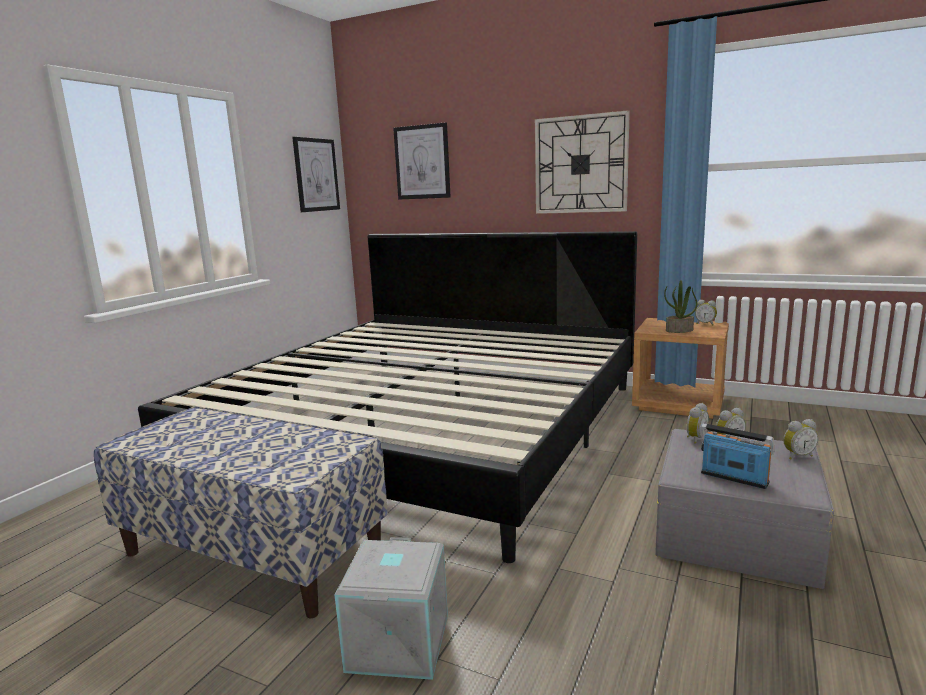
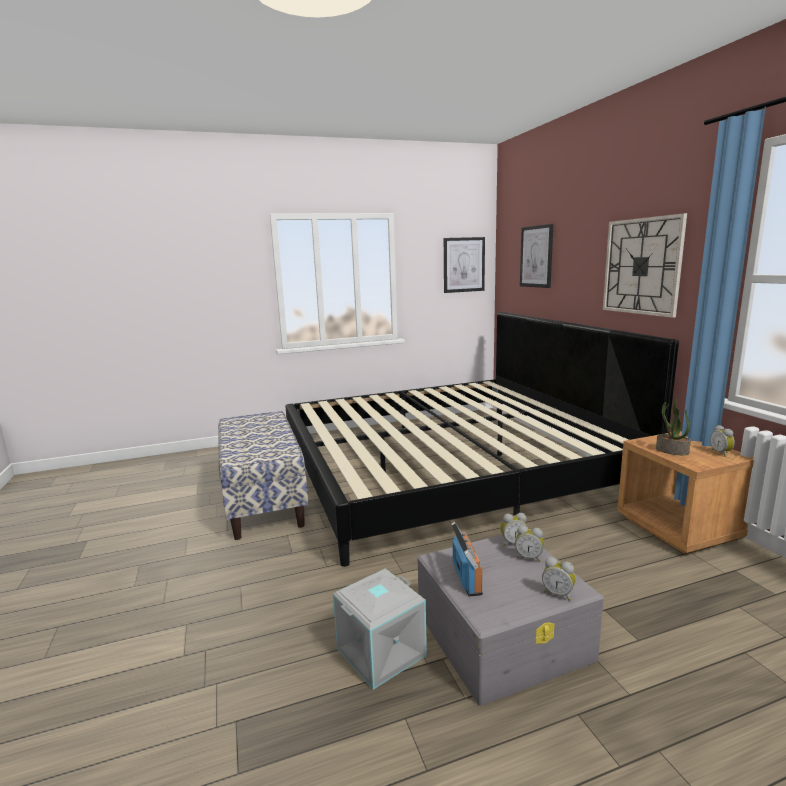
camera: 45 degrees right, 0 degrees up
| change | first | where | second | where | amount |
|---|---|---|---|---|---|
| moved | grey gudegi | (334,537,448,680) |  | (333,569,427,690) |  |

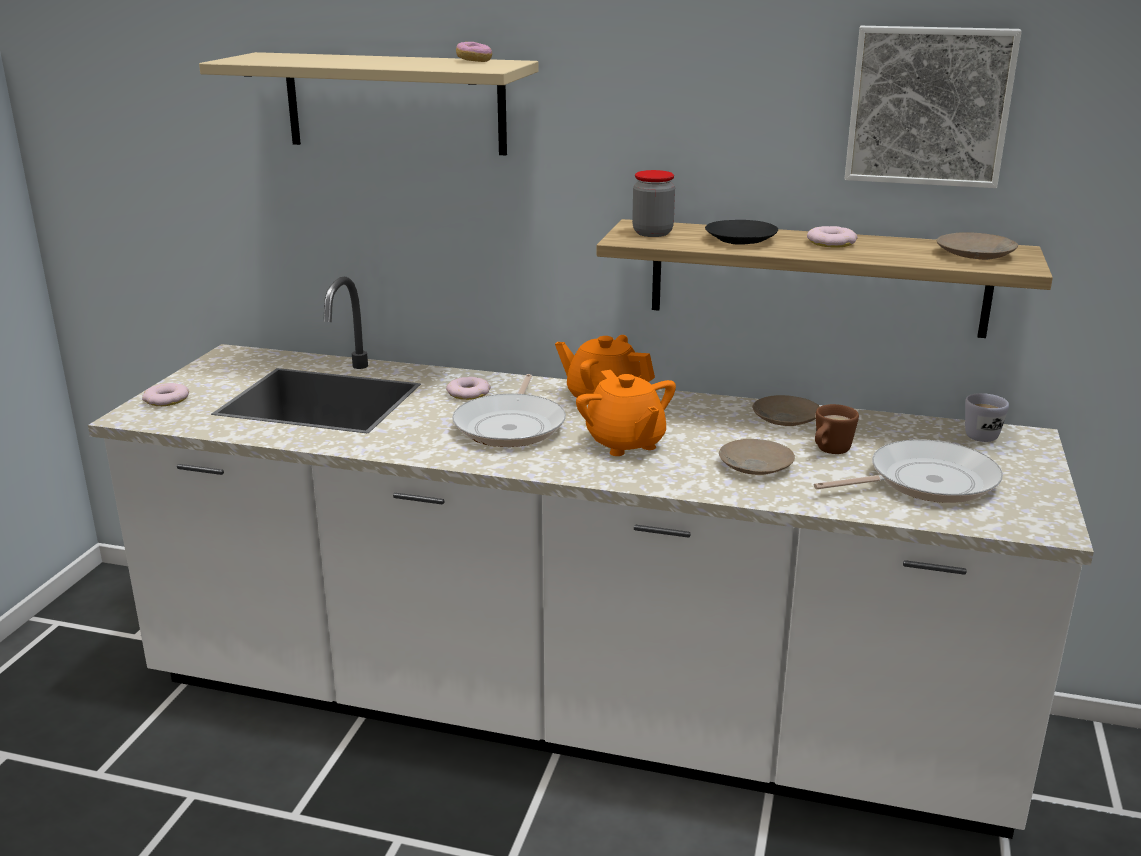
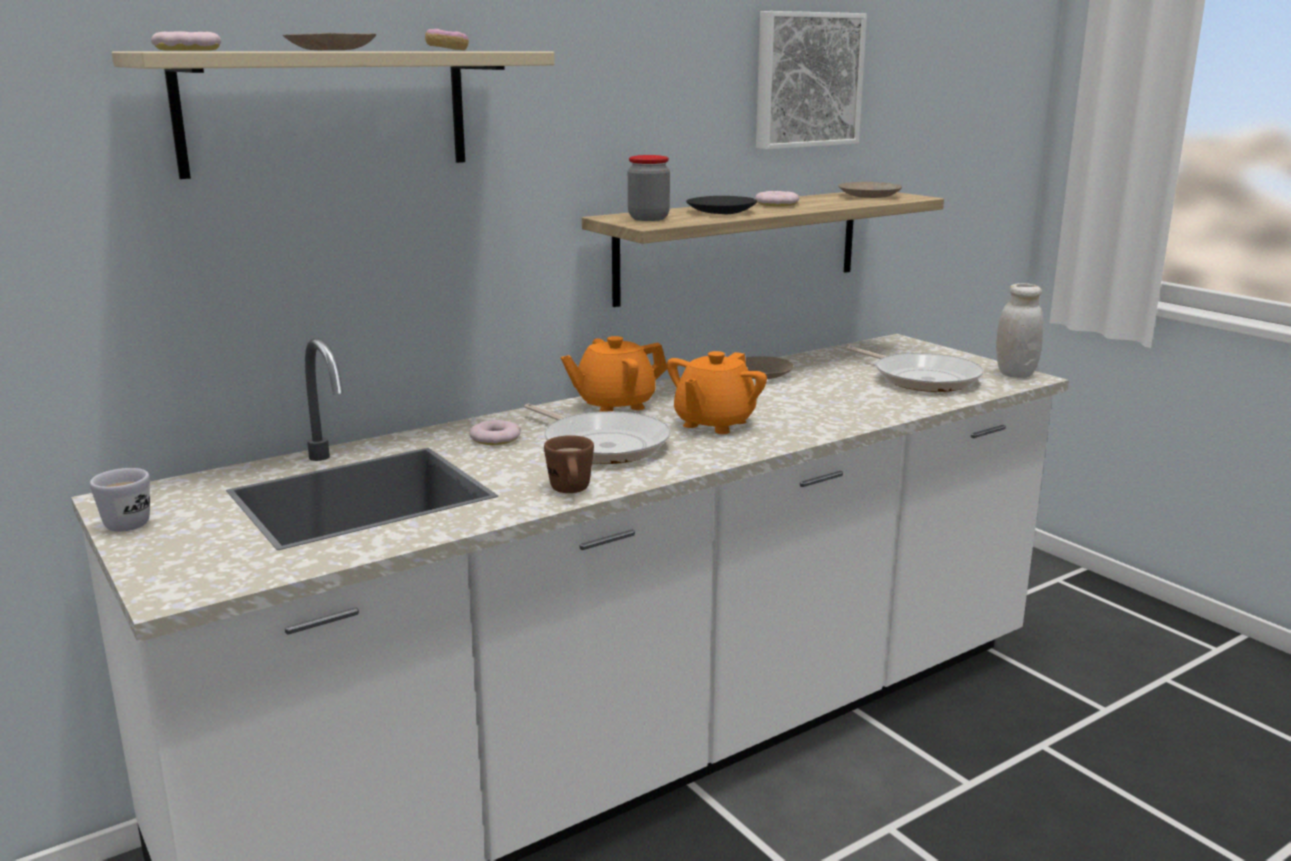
camera: 50 degrees left, 5 degrees down
| change | first | where | second | where | amount |
|---|---|---|---|---|---|
| moved | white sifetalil | (965,393,1009,442) |  | (90,468,150,532) |  |
| moved | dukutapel | (142,383,189,406) |  | (151,32,221,50) |  |
| moved | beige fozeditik | (719,439,795,475) |  | (283,33,376,50) |  |
| moved | brown sifetalil | (815,404,859,454) |  | (544,435,594,493) |  |
| turned | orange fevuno | (576,370,676,456) |  | (667,351,767,434) | 105 degrees clockwise |
| turned | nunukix | (814,439,1003,503) |  | (846,346,984,392) | 120 degrees clockwise |
| added |  |  | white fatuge | (996,283,1043,378) |  |

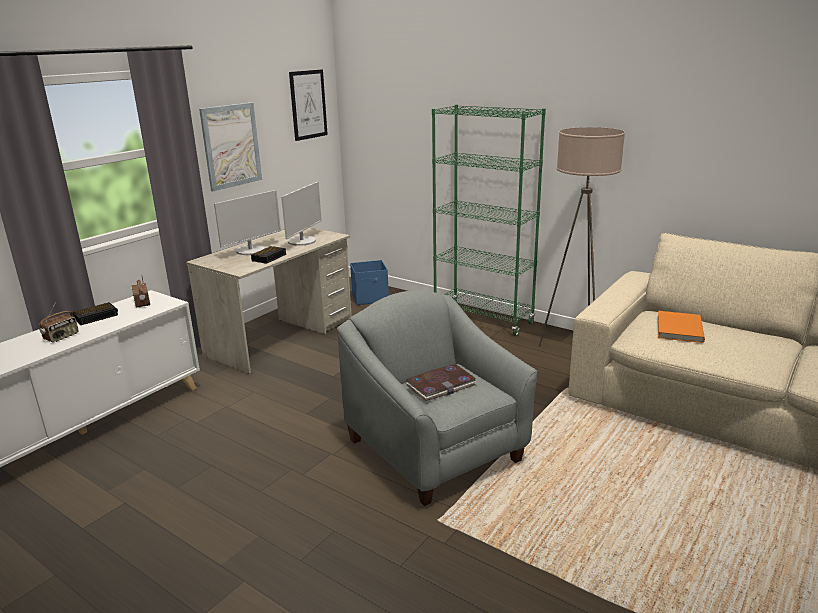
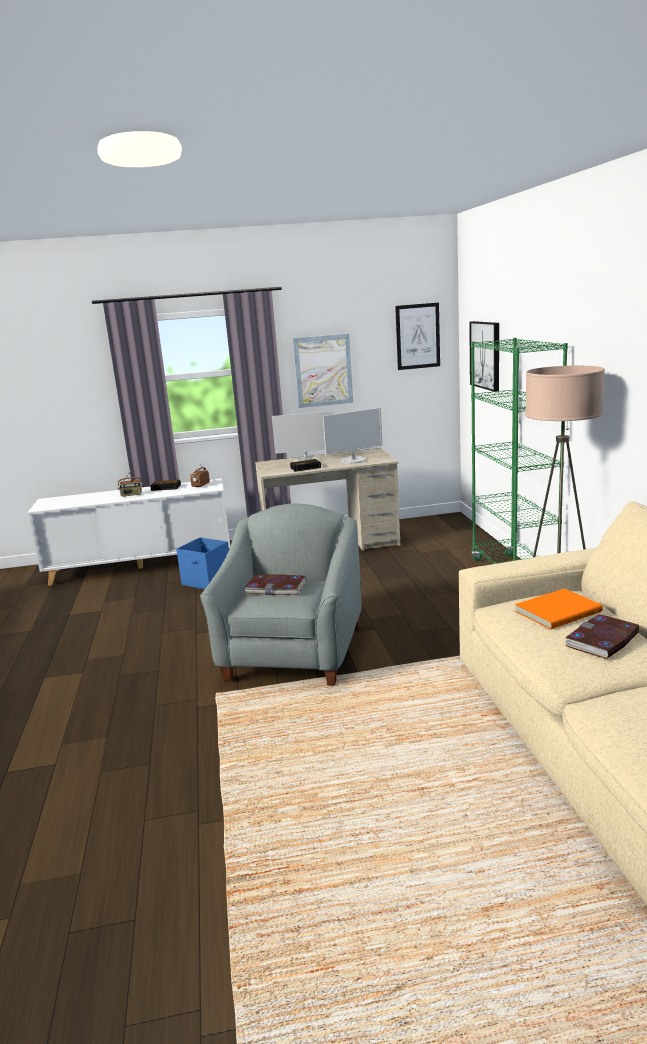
camera: 45 degrees right, 5 degrees down
| change | first | where | second | where | amount |
|---|---|---|---|---|---|
| moved | blue gudegi | (350,260,389,305) |  | (176,537,229,589) |  |
| added |  |  | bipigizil | (469,321,499,392) |  |
| added |  |  | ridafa | (564,614,639,659) |  |

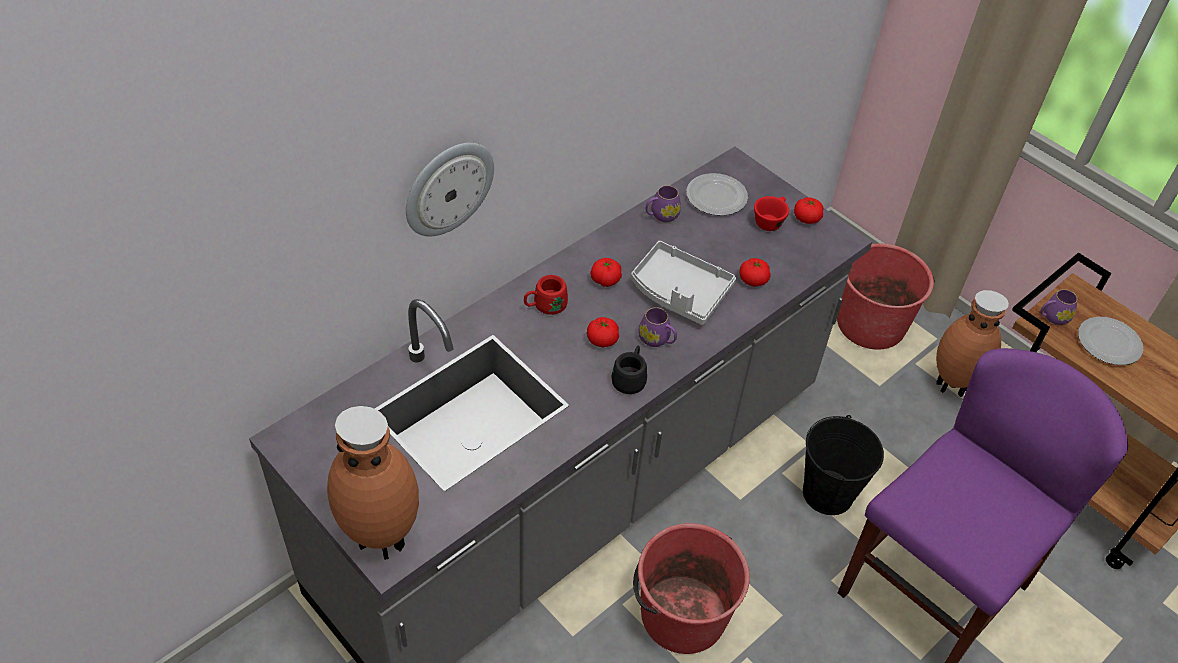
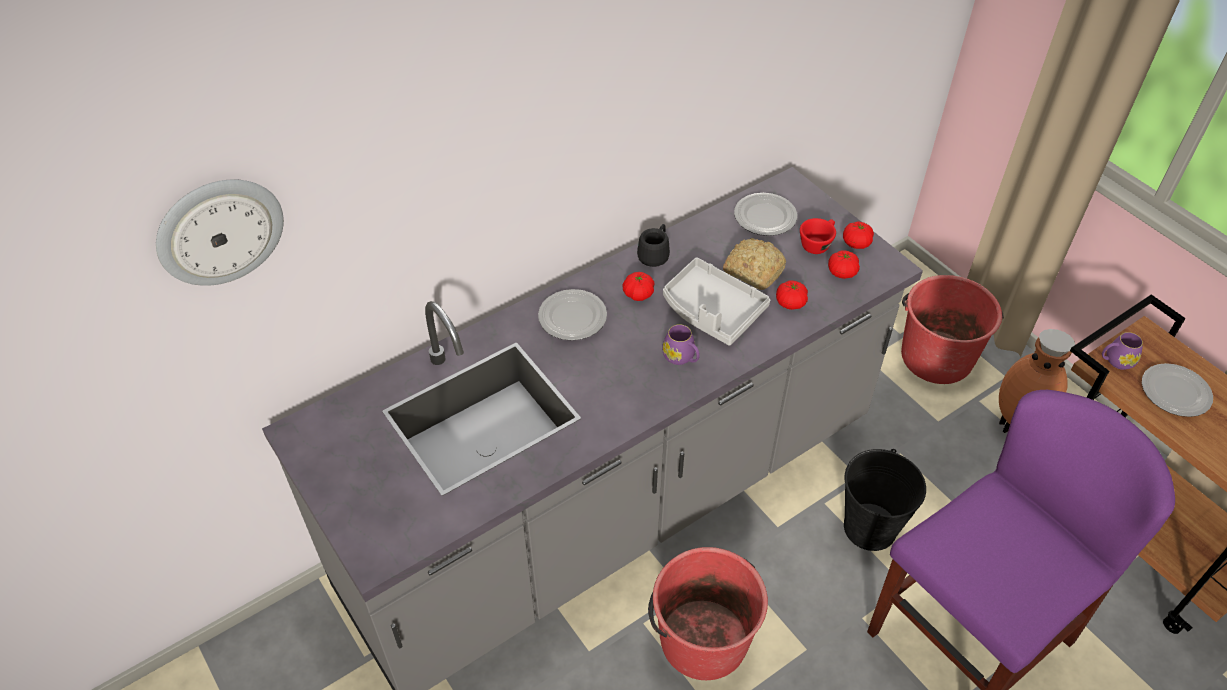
camera: 10 degrees right, 0 degrees up
| change | first | where | second | where | amount |
|---|---|---|---|---|---|
| moved | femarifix | (406,143,494,236) |  | (156,179,284,286) |  |
| replaced | red sifetalil | (524,275,568,315) | fozeditik | (538,289,607,341) |  |
| moved | black sifetalil | (611,346,647,394) |  | (637,224,670,267) |  |
| added |  |  | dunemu | (723,238,786,290) |  |
| moved | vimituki | (587,317,619,348) |  | (828,250,860,279) |  |
| removed | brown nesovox | (327,406,419,560) |  |  |  |
| removed | purple sifetalil | (646,185,681,222) |  |  |  |

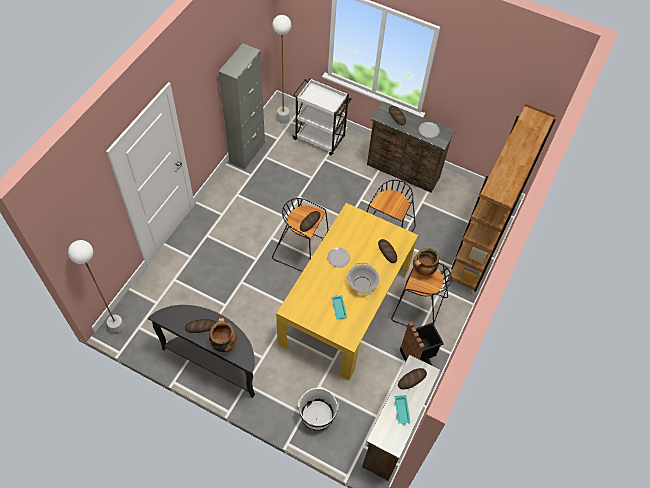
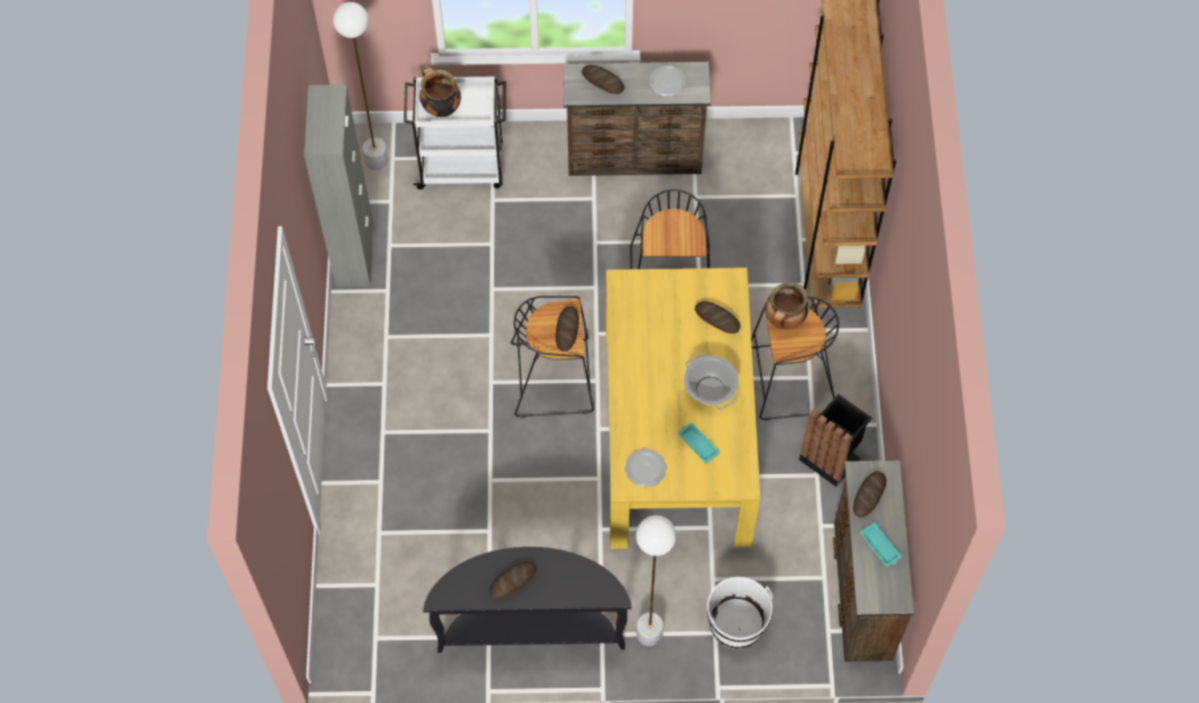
camera: 25 degrees left, 5 degrees up
| change | first | where | second | where | amount |
|---|---|---|---|---|---|
| moved | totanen | (209,318,237,352) |  | (420,67,461,117) |  |
| moved | fozeditik | (327,247,351,268) |  | (625,449,667,487) |  |
| moved | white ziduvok | (68,240,125,334) |  | (636,515,676,646) |  |

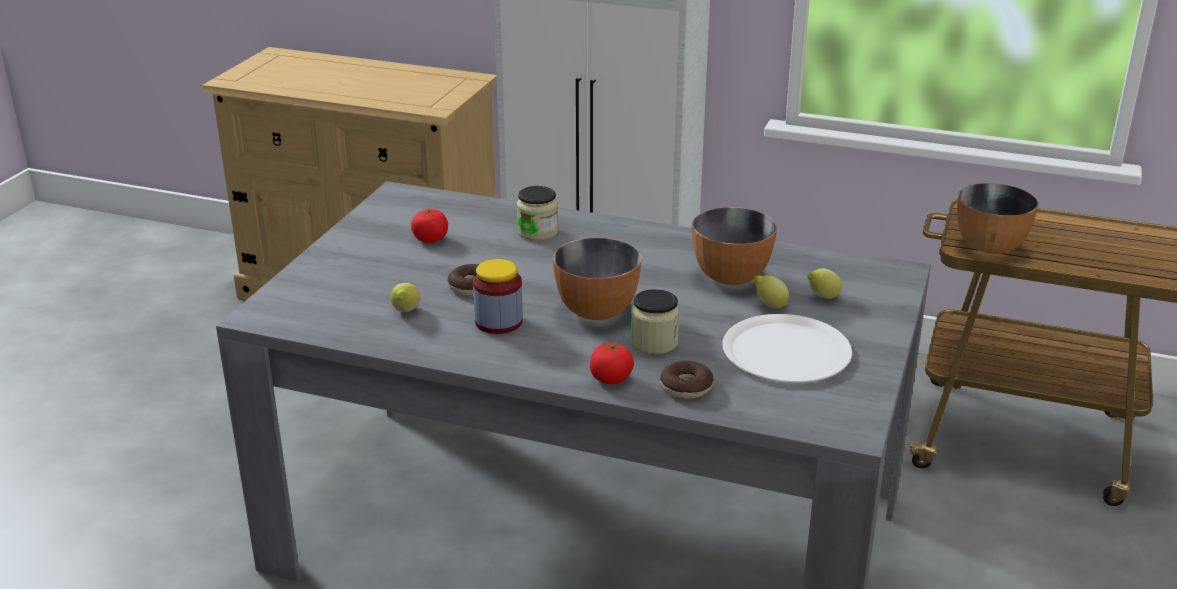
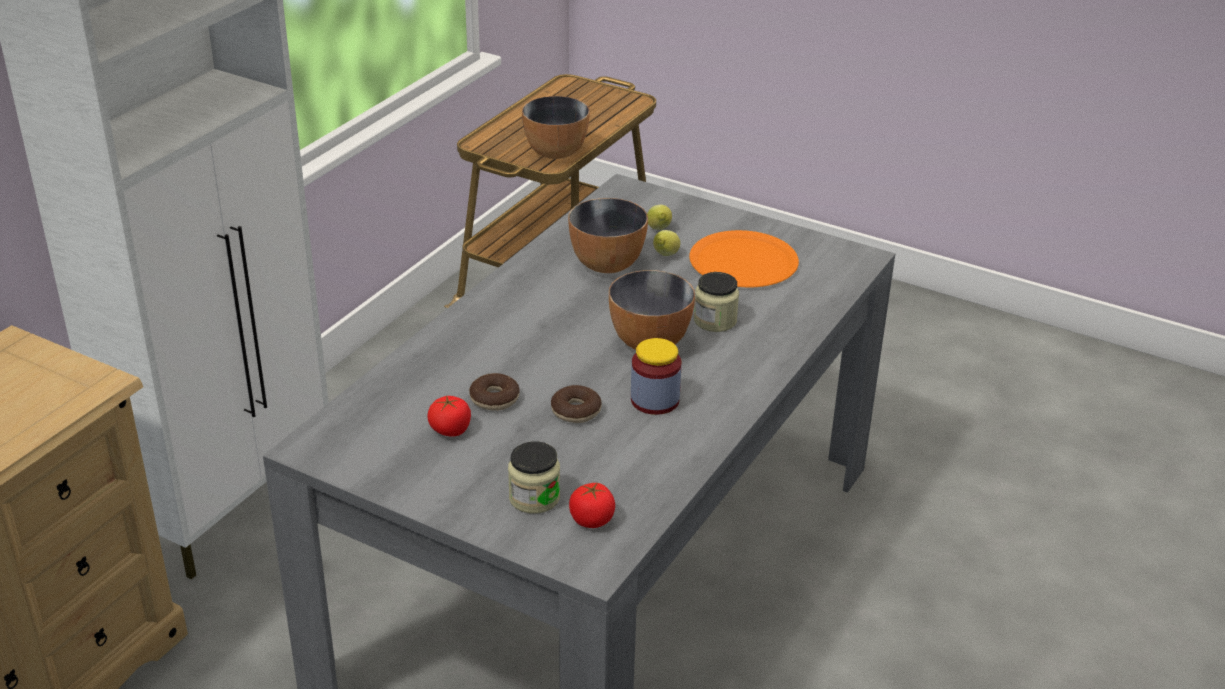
camera: 80 degrees left, 5 degrees up
| change | first | where | second | where | amount |
|---|---|---|---|---|---|
| moved | dukutapel | (660,360,714,399) |  | (469,373,520,411) |  |
| moved | fatuge | (517,186,558,241) |  | (508,441,560,514) |  |
| moved | vimituki | (590,343,634,384) |  | (569,483,615,528) |  |
| recoloured | white fozeditik | (722,314,852,382) | orange fozeditik | (689,230,799,287) |  |
| removed | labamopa | (391,283,420,312) |  |  |  |

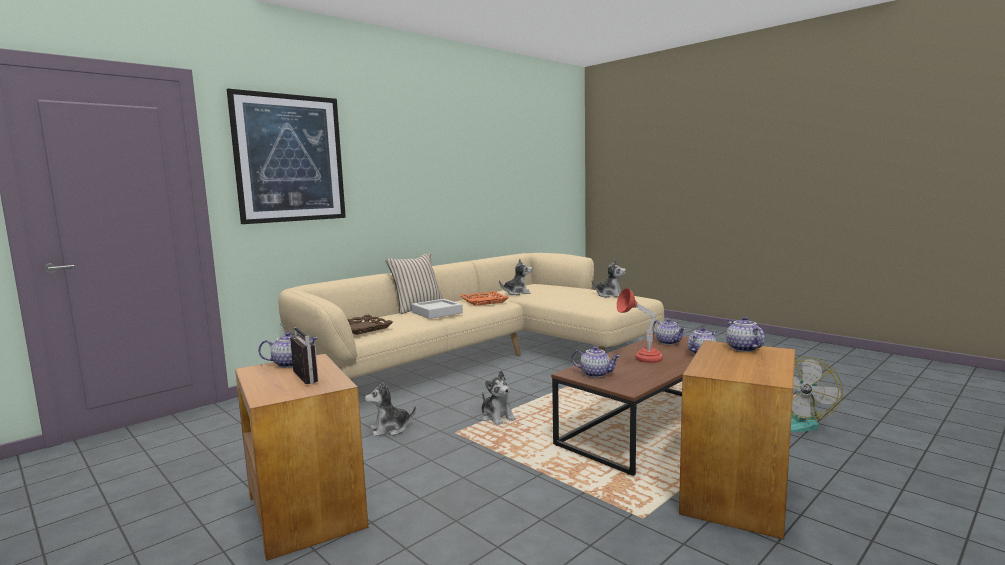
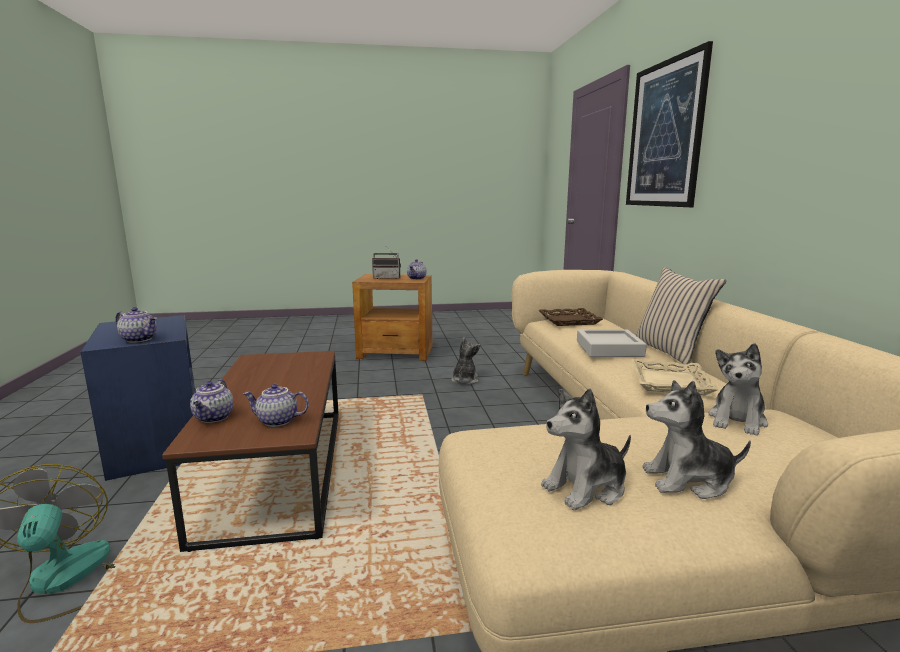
camera: 125 degrees right, 5 degrees up
| change | first | where | second | where | amount |
|---|---|---|---|---|---|
| recoloured | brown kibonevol | (679,340,795,539) | blue kibonevol | (80,315,195,481) |  |
| recoloured | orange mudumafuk | (460,291,509,306) | beige mudumafuk | (632,359,718,395) |  |
| moved | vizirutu | (481,371,516,425) |  | (642,380,751,499) |  |
| removed | fevuno | (572,346,620,378) |  |  |  |
| removed | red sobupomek | (616,288,663,363) |  |  |  |

